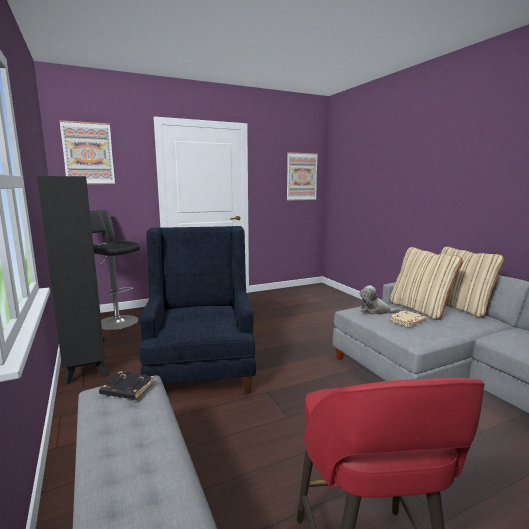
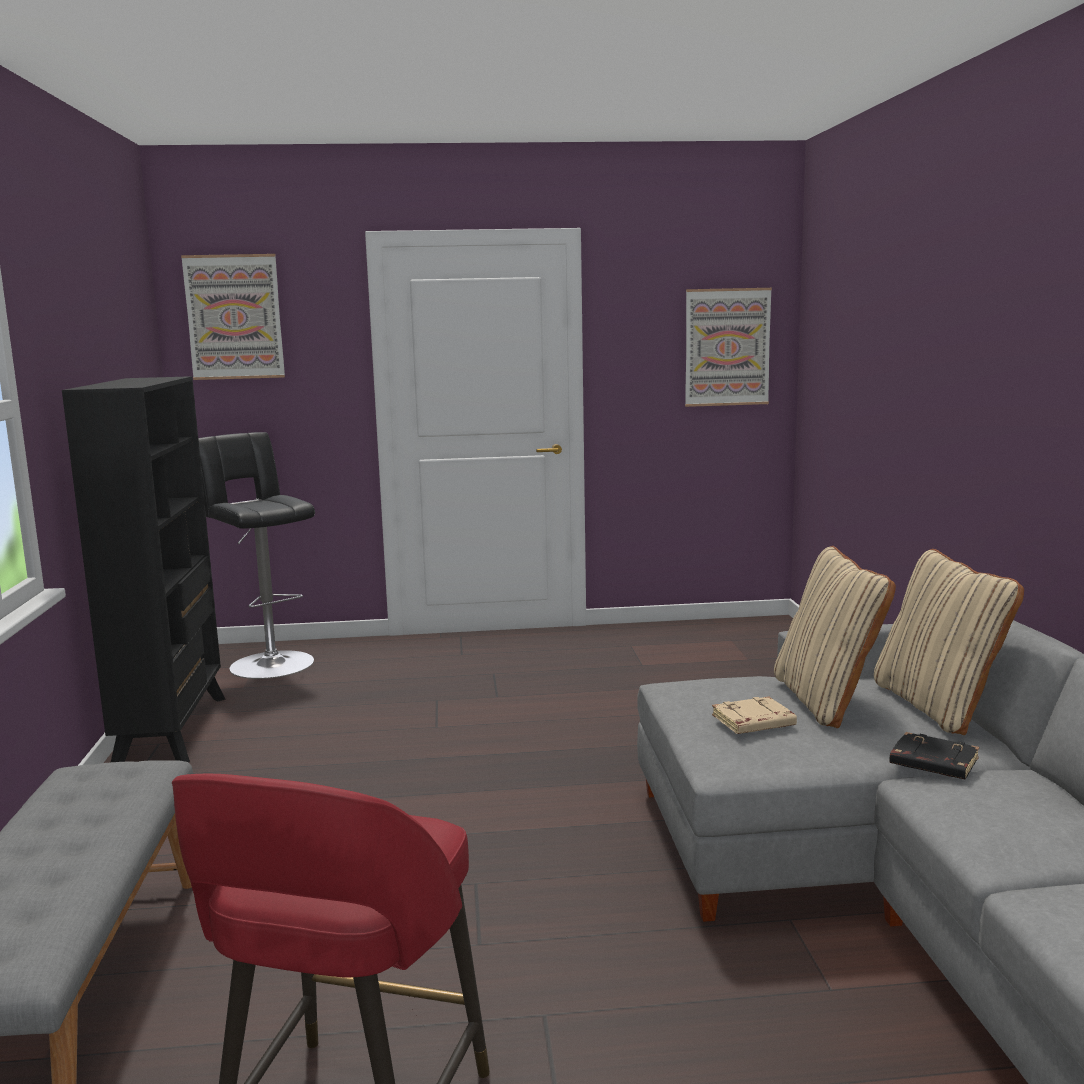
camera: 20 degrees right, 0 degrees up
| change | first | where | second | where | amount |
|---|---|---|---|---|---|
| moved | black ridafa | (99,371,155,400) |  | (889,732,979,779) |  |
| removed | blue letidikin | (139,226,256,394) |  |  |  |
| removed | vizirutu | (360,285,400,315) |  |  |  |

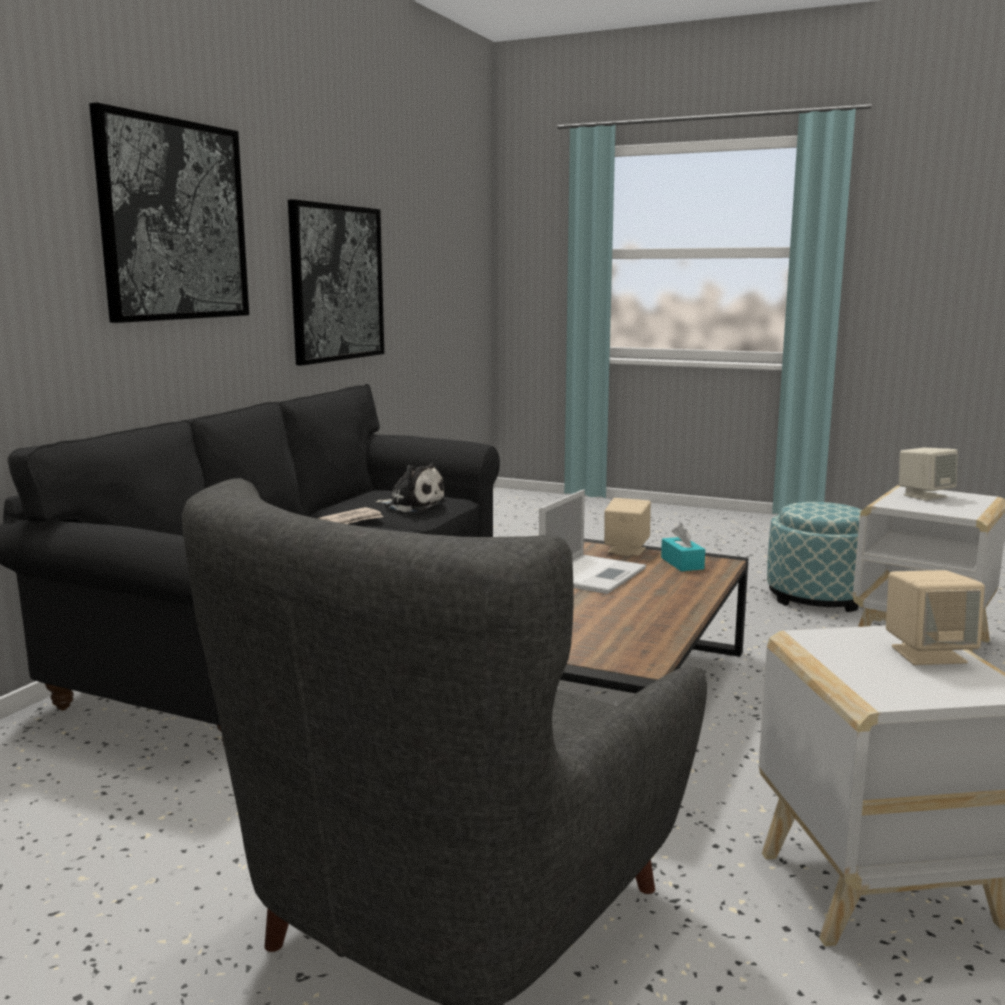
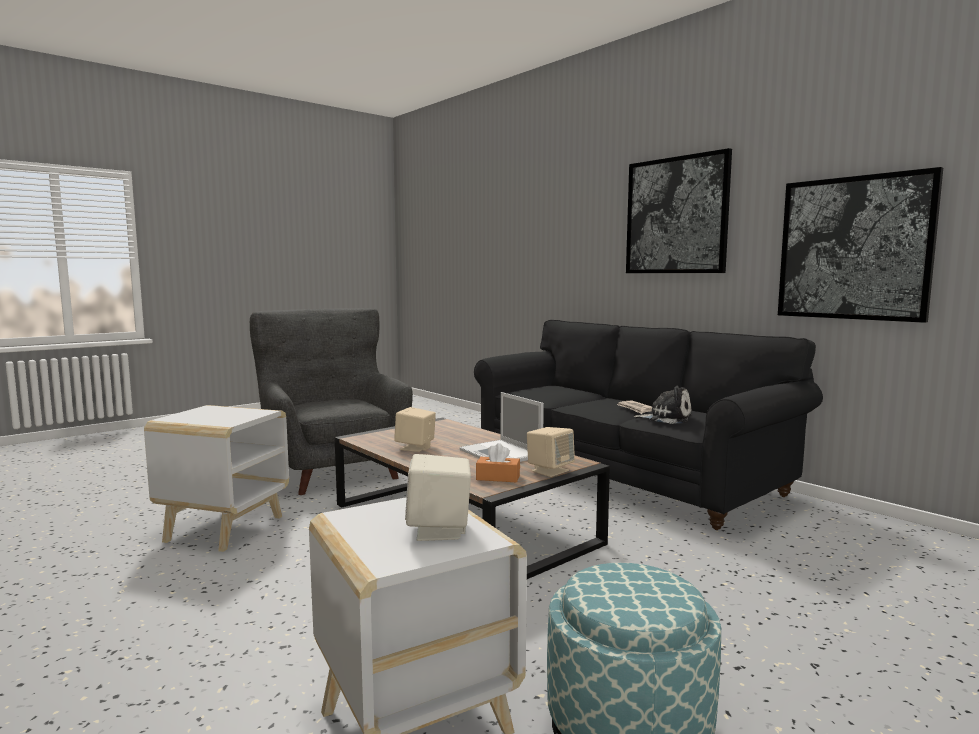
camera: 115 degrees right, 5 degrees down
| change | first | where | second | where | amount |
|---|---|---|---|---|---|
| moved | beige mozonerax | (886,570,985,665) |  | (394,407,436,452) |  |
| recoloured | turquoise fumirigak | (661,524,705,571) | orange fumirigak | (476,443,520,482) |  |
| turned | vizirutu | (375,463,447,512) |  | (634,386,691,424) | 120 degrees counterclockwise |

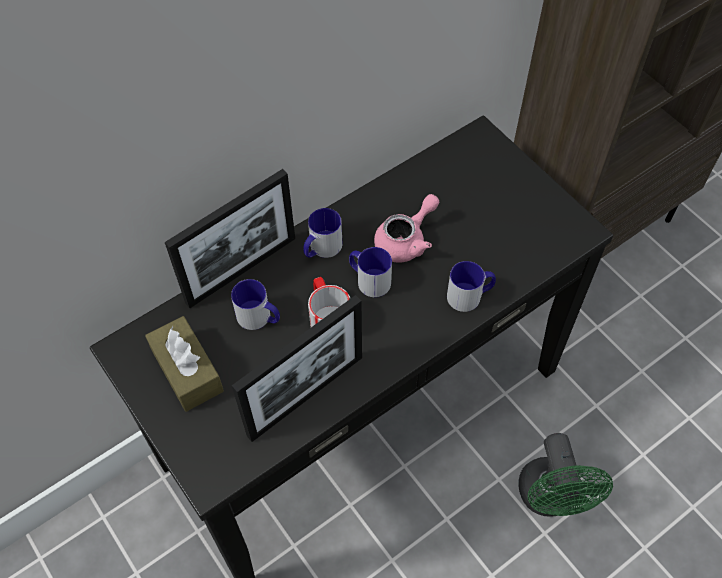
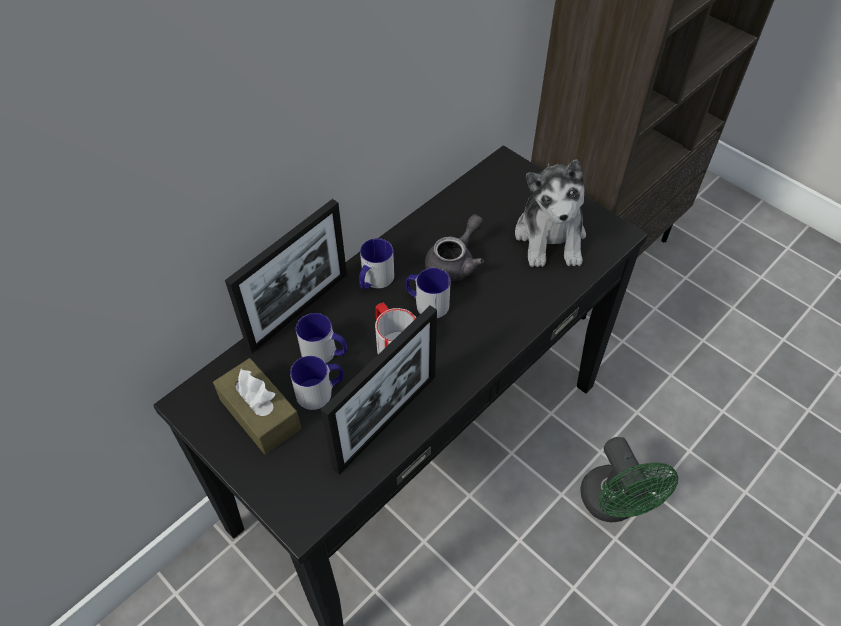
camera: 10 degrees left, 5 degrees down
| change | first | where | second | where | amount |
|---|---|---|---|---|---|
| moved | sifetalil | (447,261,496,312) |  | (290,356,343,410) |  |
| recoloured | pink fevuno | (374,194,439,263) | grey fevuno | (425,214,484,284) |  |
| added |  |  | vizirutu | (515,160,586,267) |  |

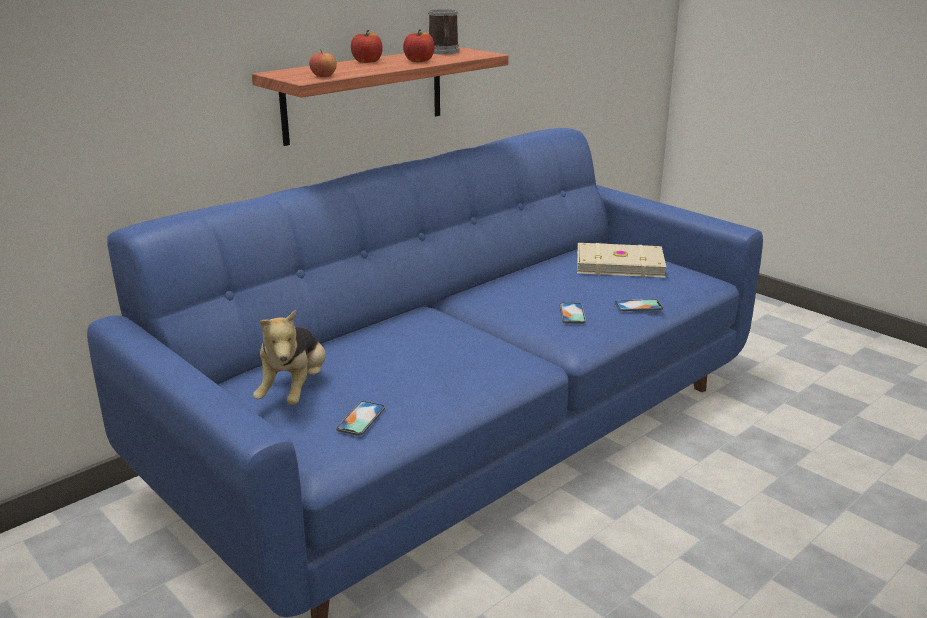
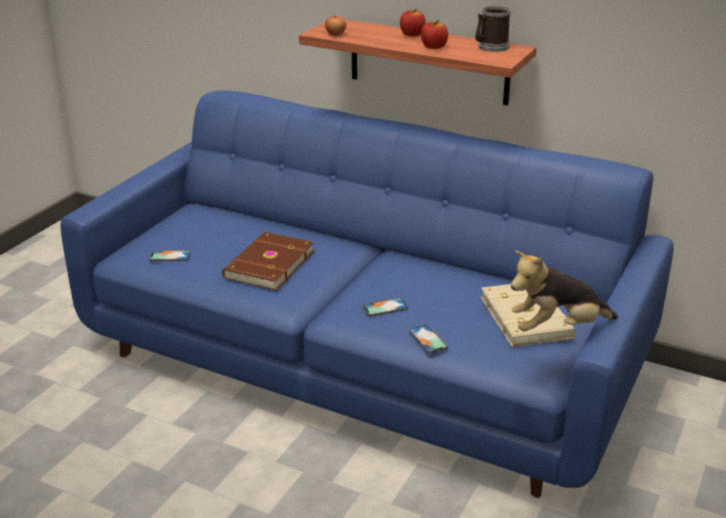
camera: 70 degrees right, 5 degrees up
| change | first | where | second | where | amount |
|---|---|---|---|---|---|
| added |  |  | brown ridafa | (222,232,314,291) |  |
| moved | vizirutu | (253,309,326,405) |  | (511,251,618,331) |  |

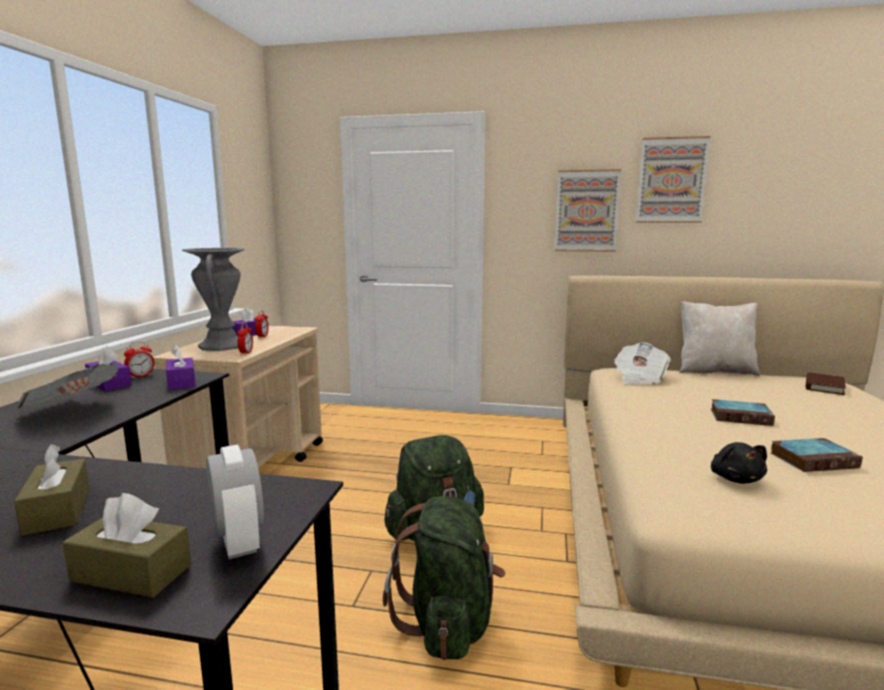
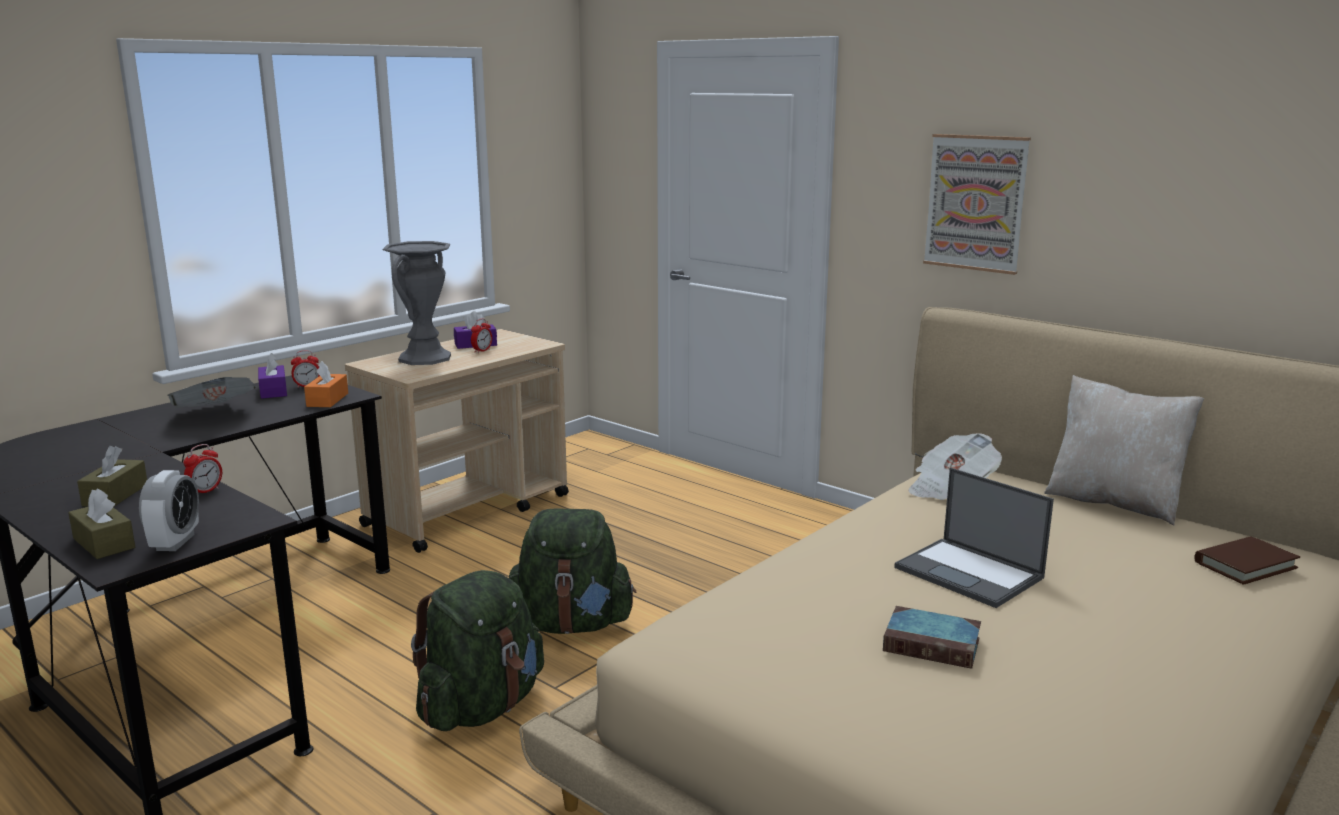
camera: 30 degrees right, 5 degrees up
| change | first | where | second | where | amount |
|---|---|---|---|---|---|
| moved | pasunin | (237,323,253,355) |  | (183,444,222,493) |  |
| recoloured | purple fumirigak | (166,345,196,390) | orange fumirigak | (304,361,348,407) |  |
| replaced | ridafa | (711,399,775,426) | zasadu | (894,468,1054,608) |  |
| removed | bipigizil | (636,136,711,223) |  |  |  |
| removed | black vizirutu | (711,442,767,484) |  |  |  |

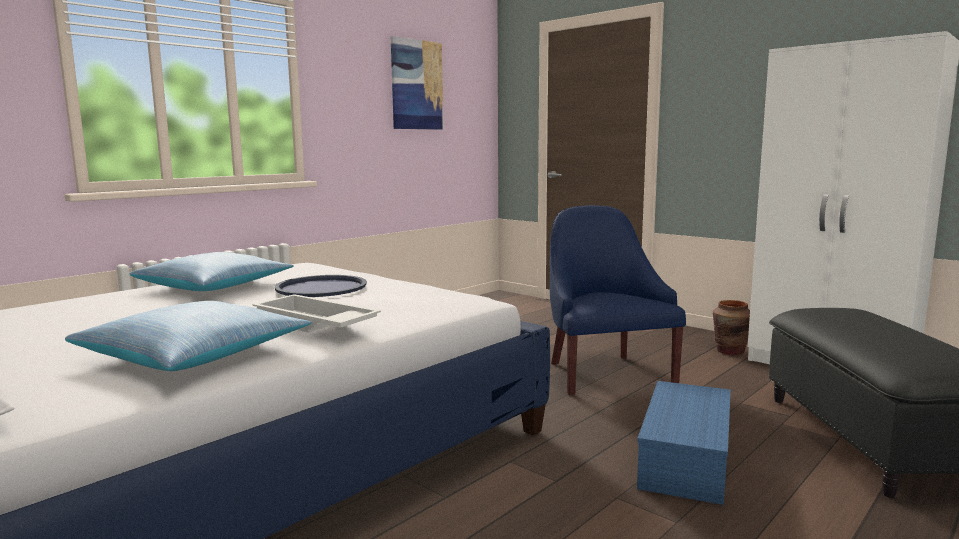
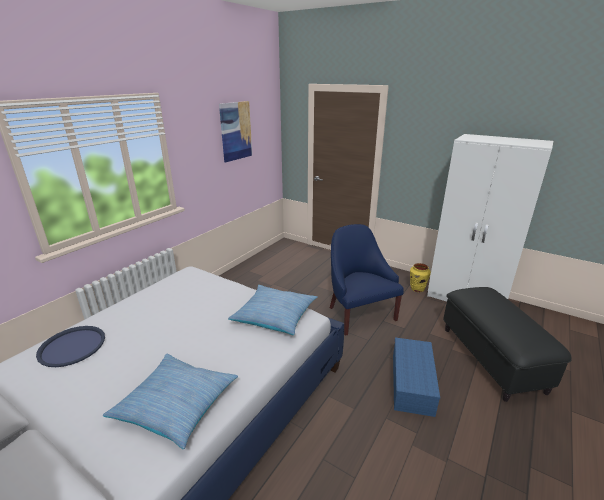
camera: 10 degrees left, 15 degrees up
| change | first | where | second | where | amount |
|---|---|---|---|---|---|
| moved | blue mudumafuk | (274,275,367,297) |  | (36,326,105,367) |  |
| moved | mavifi | (130,252,294,291) |  | (228,285,317,335) |  |
| recoloured | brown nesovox | (713,300,750,355) | yellow nesovox | (410,263,431,292) |  |
| removed | white mudumafuk | (253,294,381,333) |  |  |  |

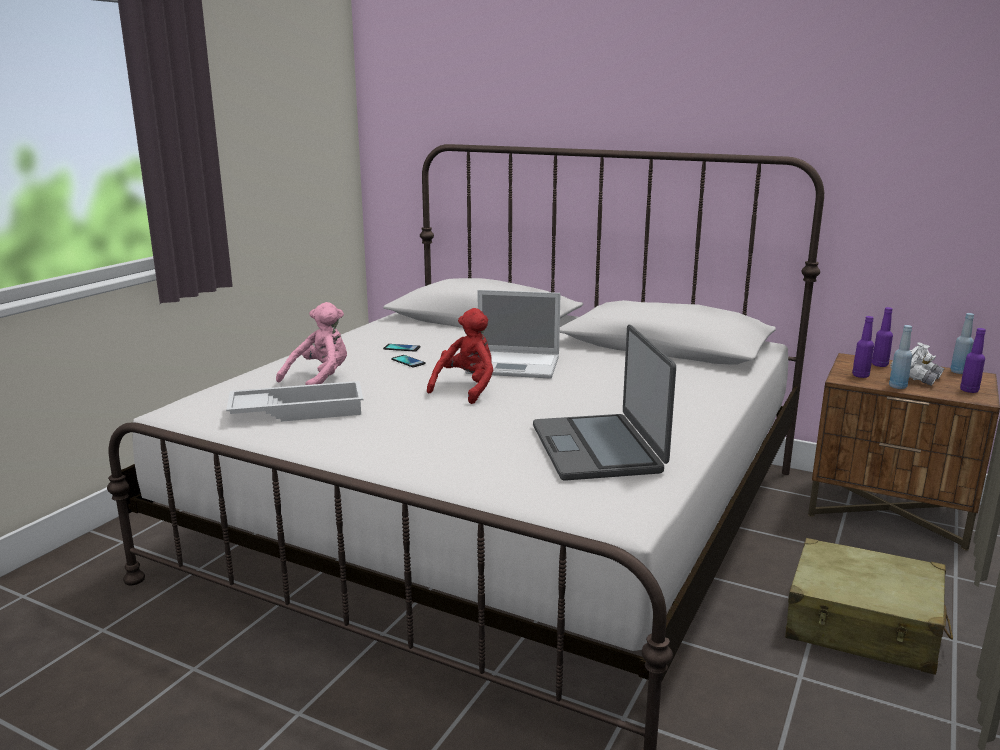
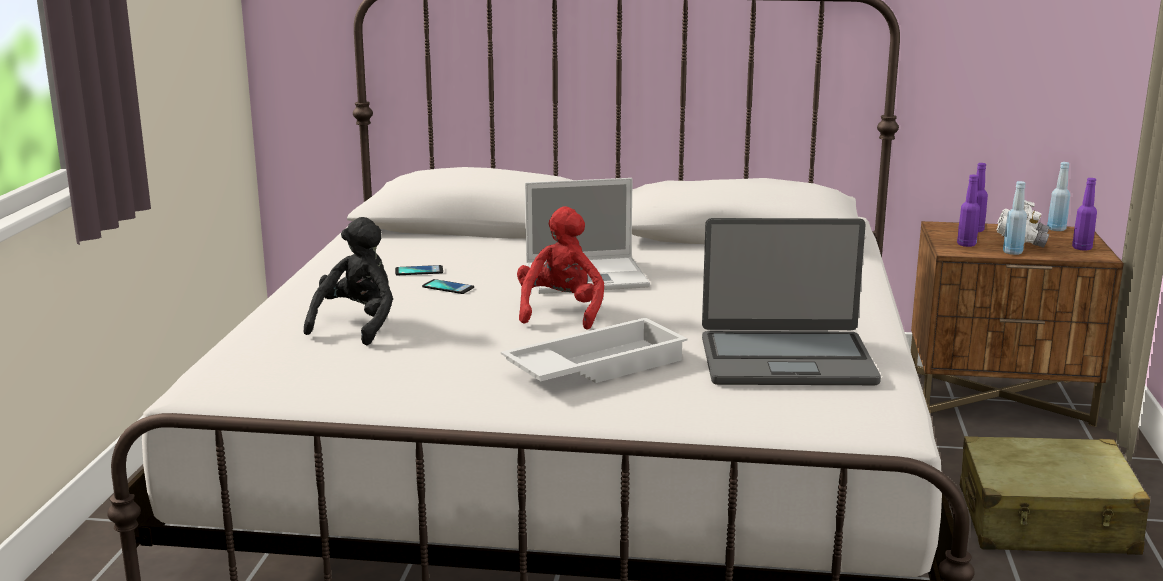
camera: 20 degrees left, 0 degrees up
| change | first | where | second | where | amount |
|---|---|---|---|---|---|
| recoloured | pink vizirutu | (276,302,347,385) | black vizirutu | (304,217,393,345) |  |
| moved | white mudumafuk | (226,381,363,422) |  | (501,318,688,383) |  |
| turned | zasadu | (533,325,676,481) |  | (702,218,881,385) | 60 degrees counterclockwise |

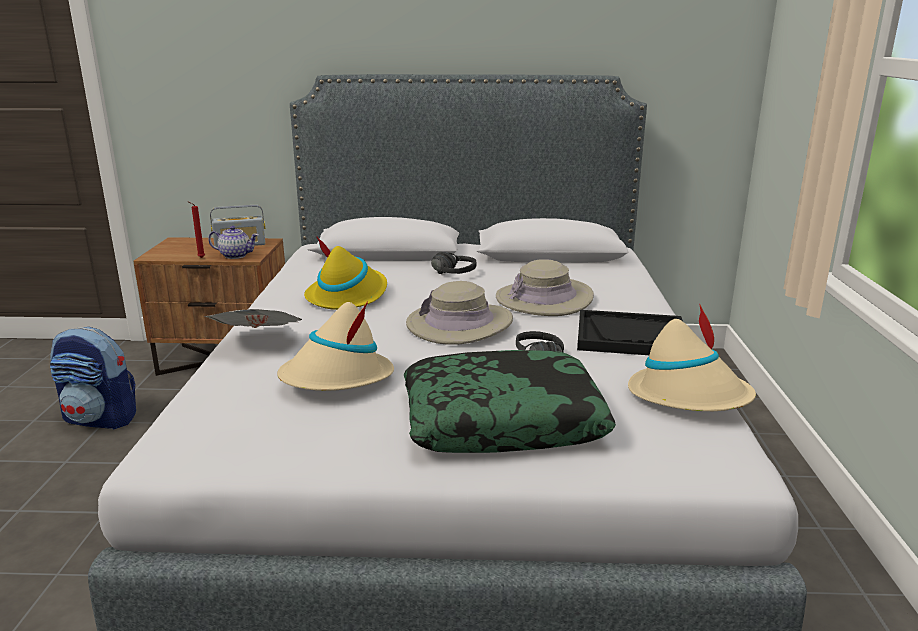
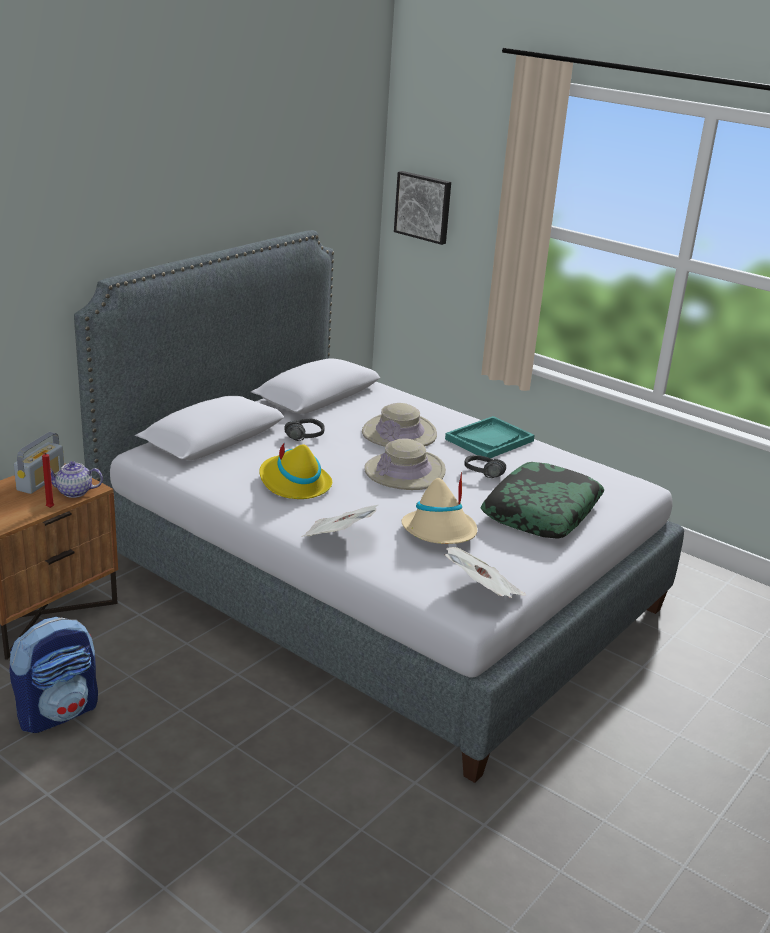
camera: 55 degrees left, 5 degrees up
| change | first | where | second | where | amount |
|---|---|---|---|---|---|
| turned | fevuno | (208,226,258,259) |  | (50,461,103,498) | 135 degrees counterclockwise |
| added |  |  | bipigizil | (394,171,451,245) |  |
| recoloured | black mudumafuk | (577,310,683,355) | turquoise mudumafuk | (445,416,535,458) |  |
| added |  |  | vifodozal | (445,547,526,598) |  |
| removed | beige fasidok | (628,303,756,411) |  |  |  |

